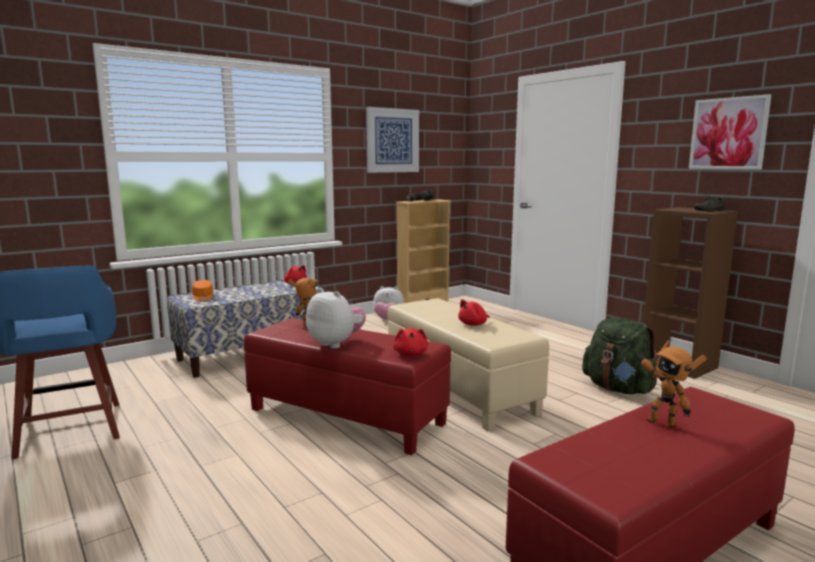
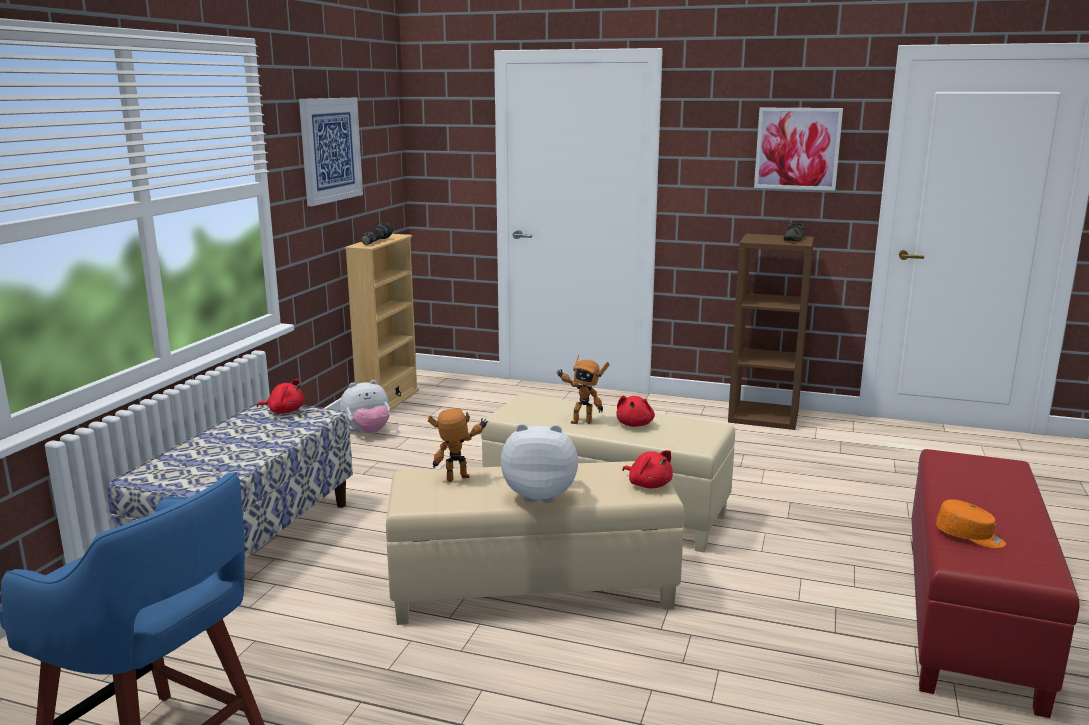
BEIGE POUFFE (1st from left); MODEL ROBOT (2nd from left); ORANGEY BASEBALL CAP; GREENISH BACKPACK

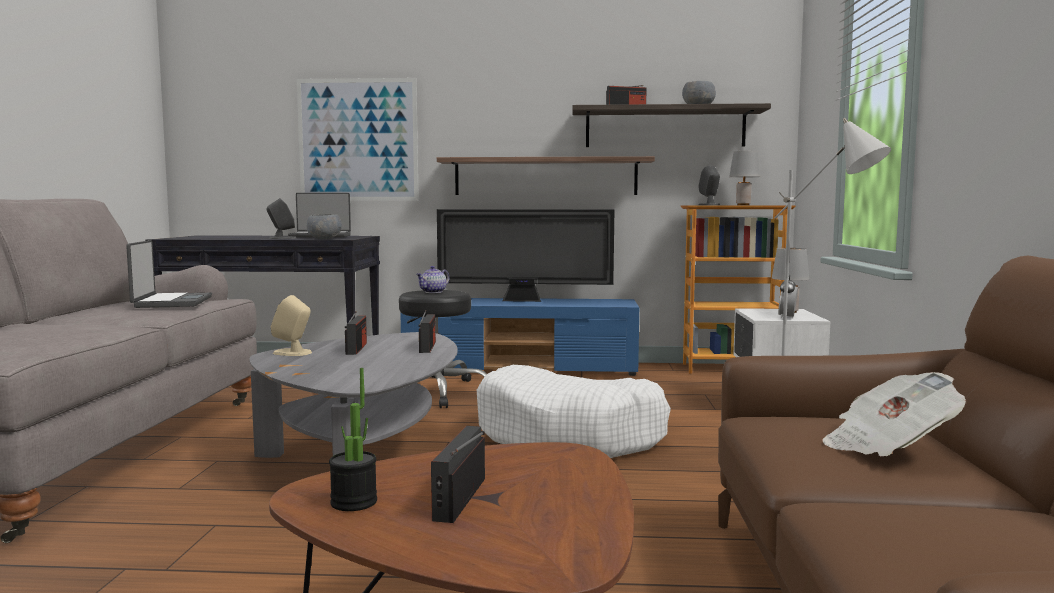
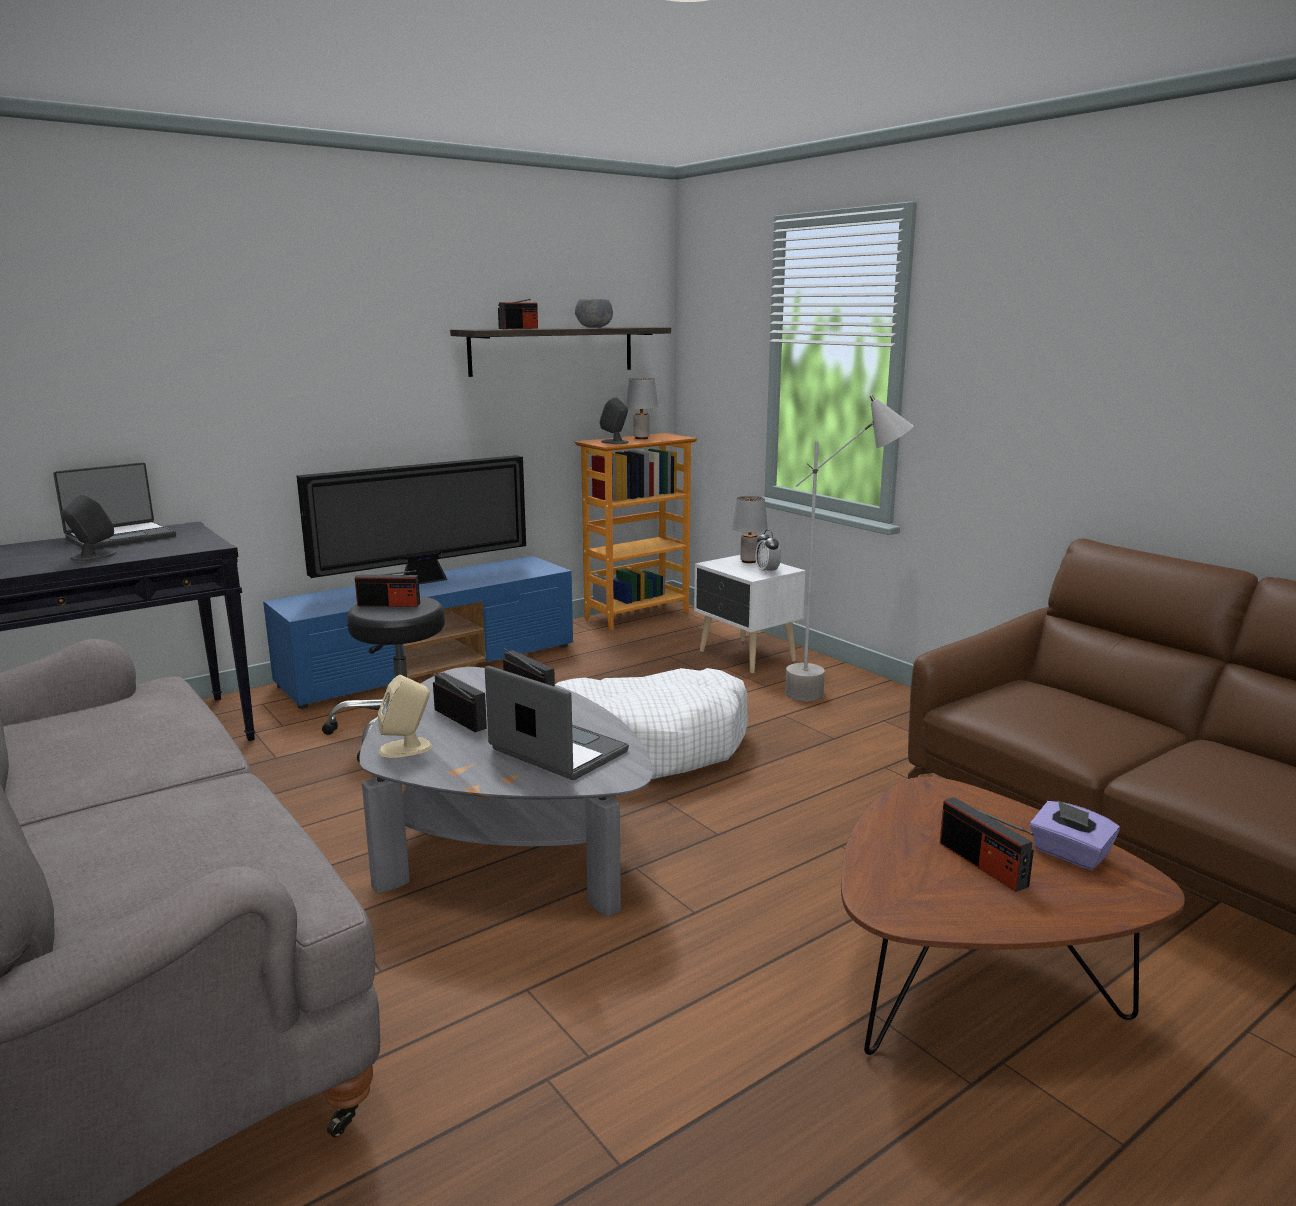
RADIO SET (1st from left); NOTEBOOK COMPUTER (2nd from left); PURPLE-COLOURED BOX OF TISSUES; WALL PICTURE; GRAY BOWL (1st from left in the first image); POTTED PLANT; BRACKET SHELF (1st from left in the first image); PRINTED PAPER

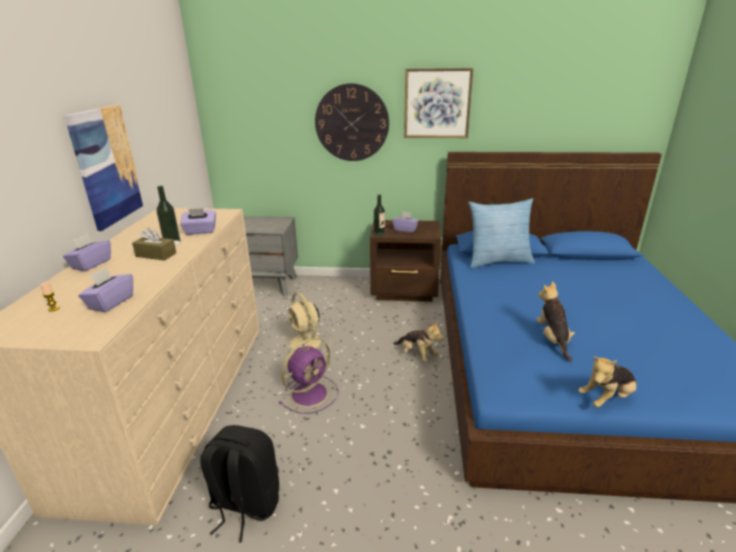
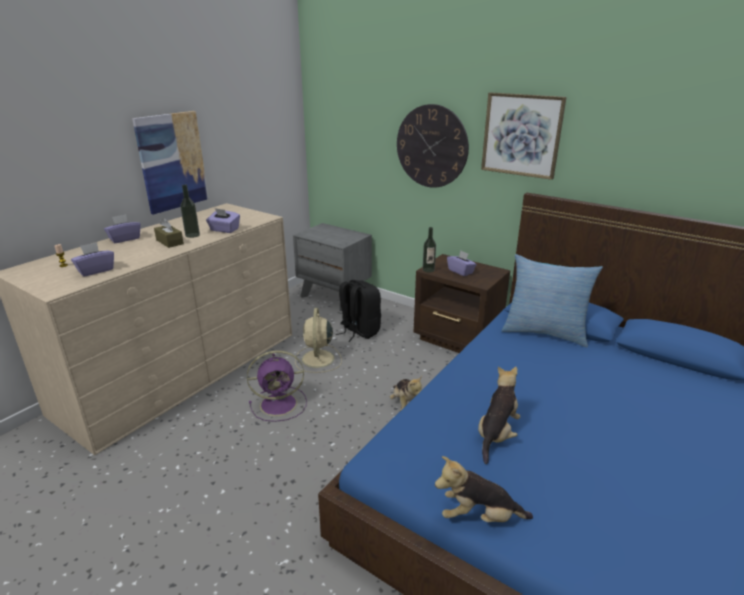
BLACK BACKPACK

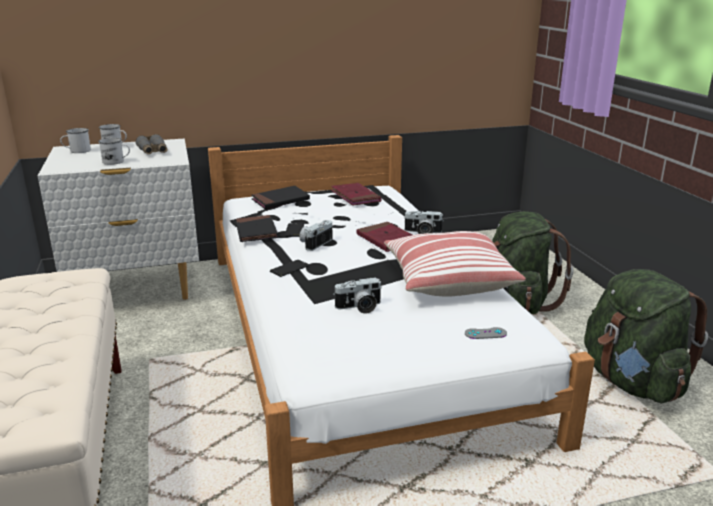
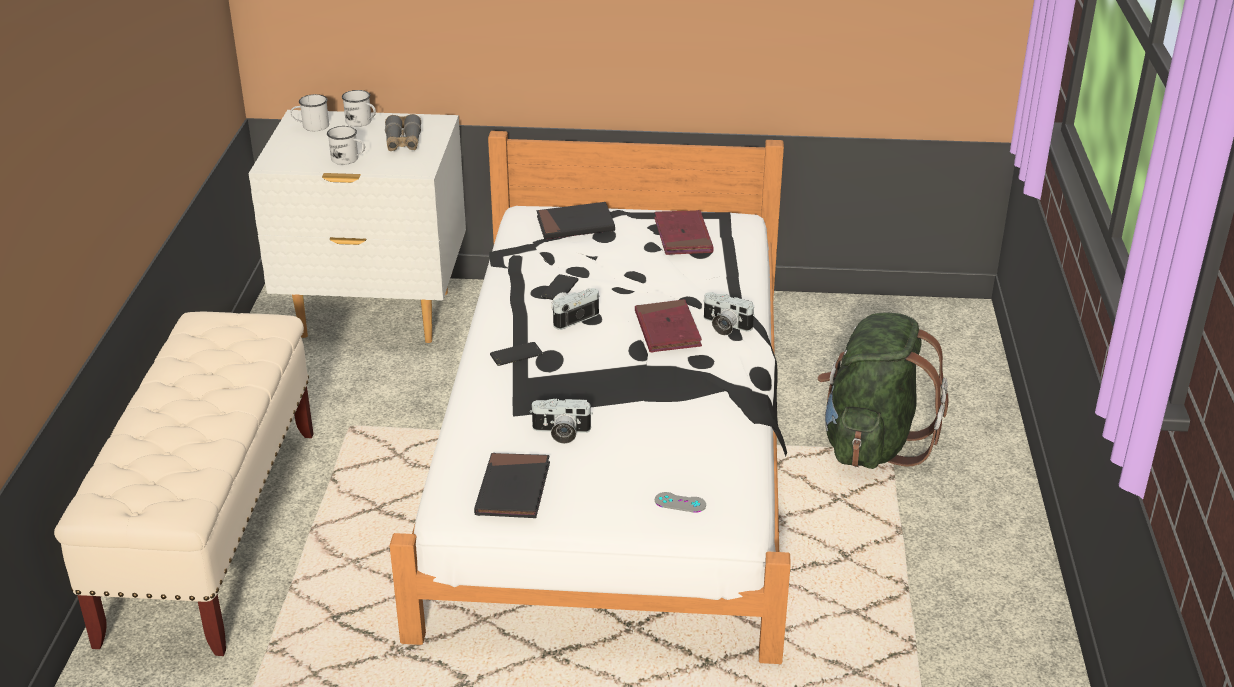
BLACK BOOK (1st from left); THROW PILLOW; GREENISH BACKPACK (2nd from left in the first image)

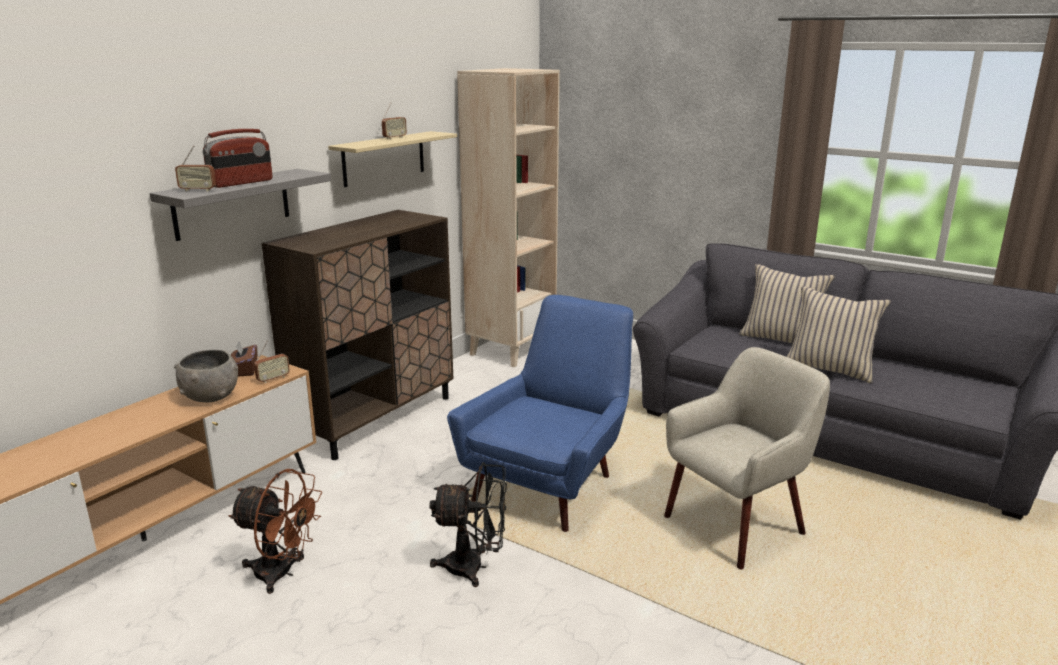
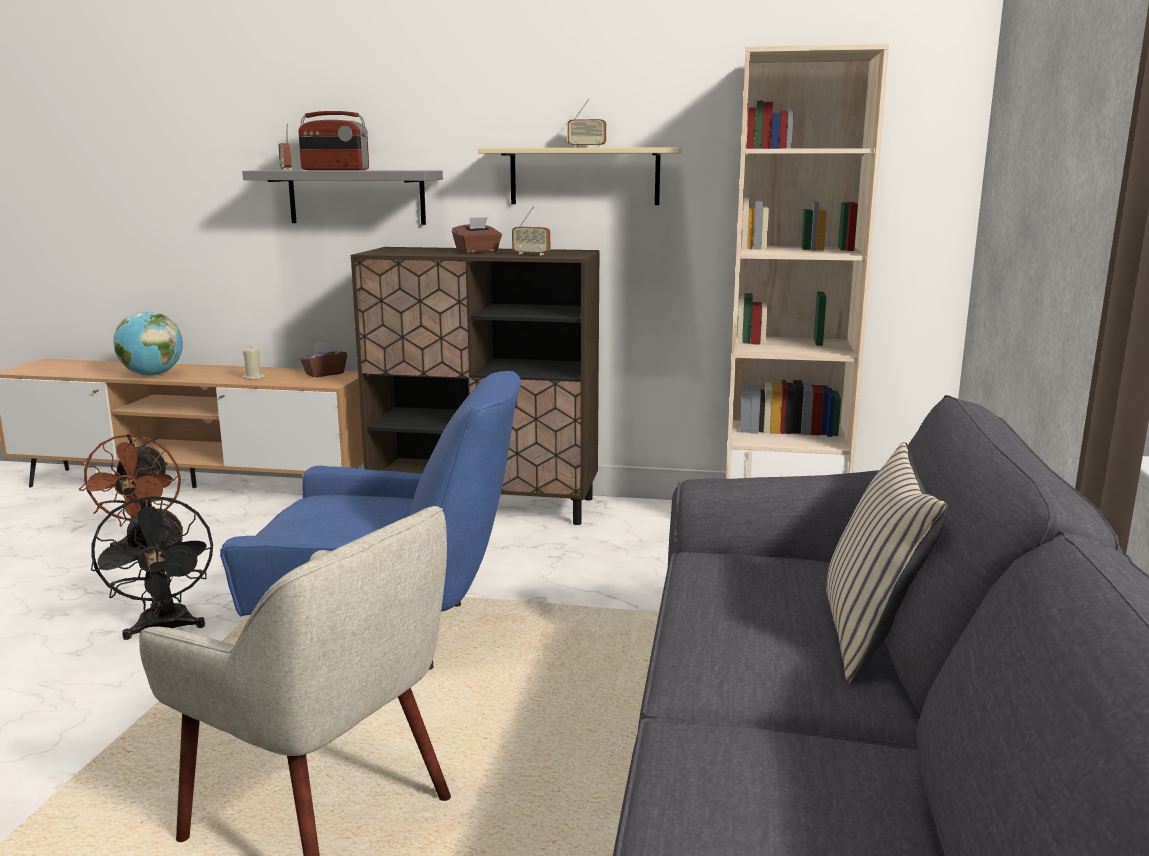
DESK GLOBE; BEIGE CANDLE; BROWNISH BOX OF TISSUES (2nd from left); RADIO SET (3rd from left); BEIGE THROW PILLOW (2nd from left in the first image)

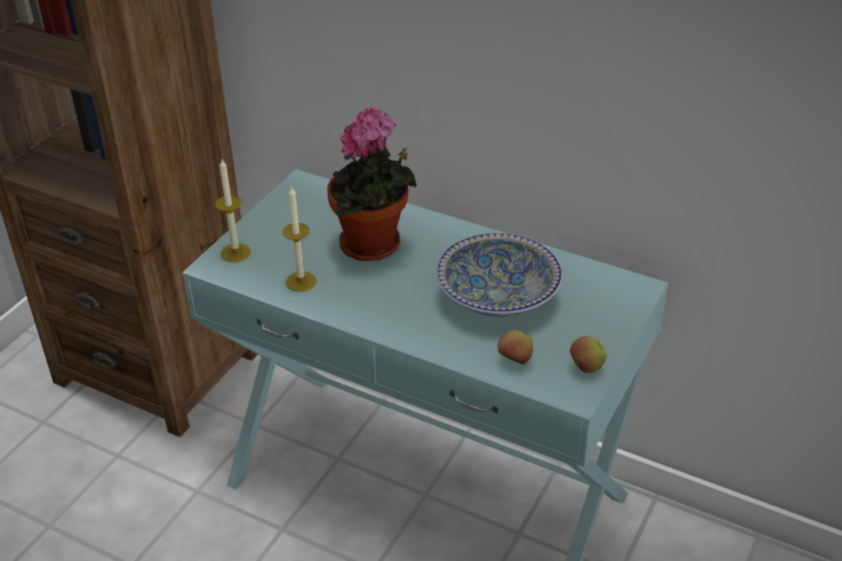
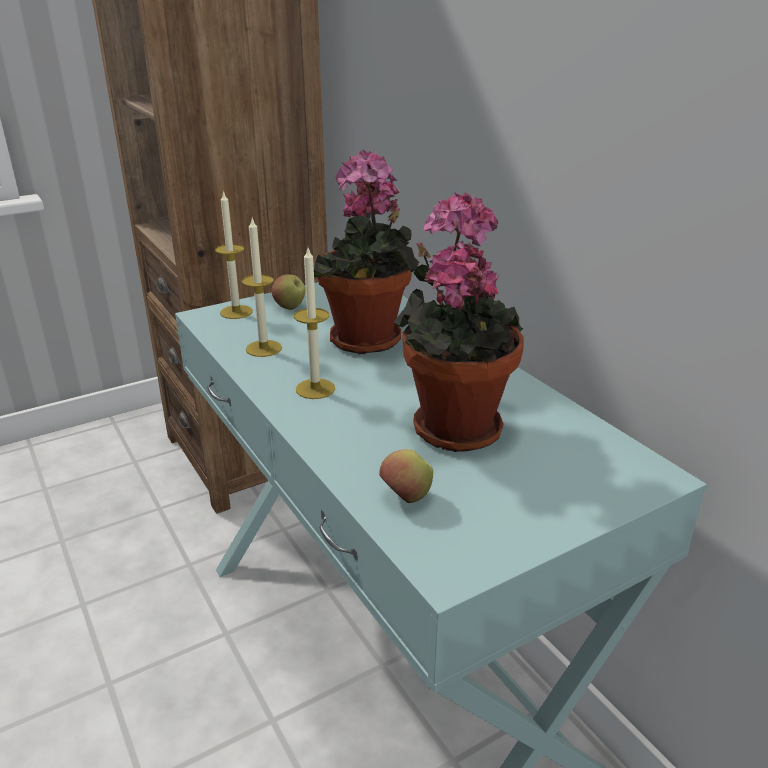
APPLE (1st from left); CANDLE (3rd from left); POTTED PLANT (2nd from left)

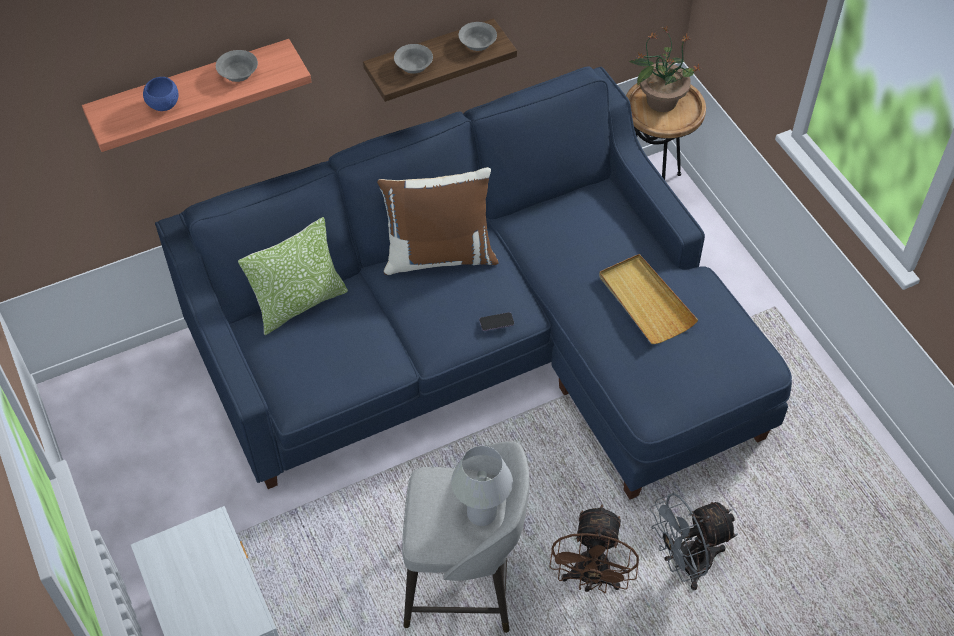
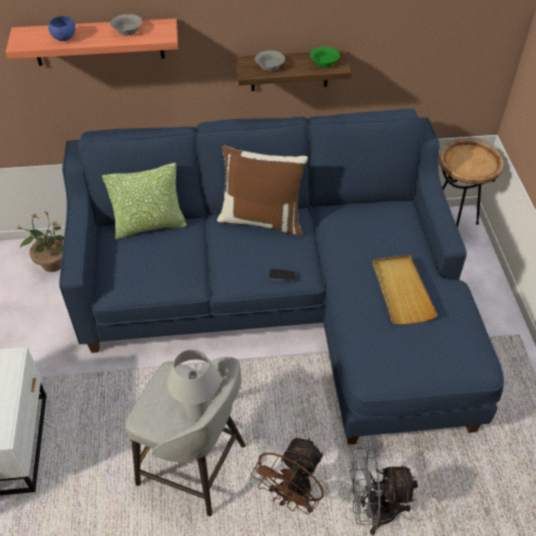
POTTED PLANT; GREENISH BOWL

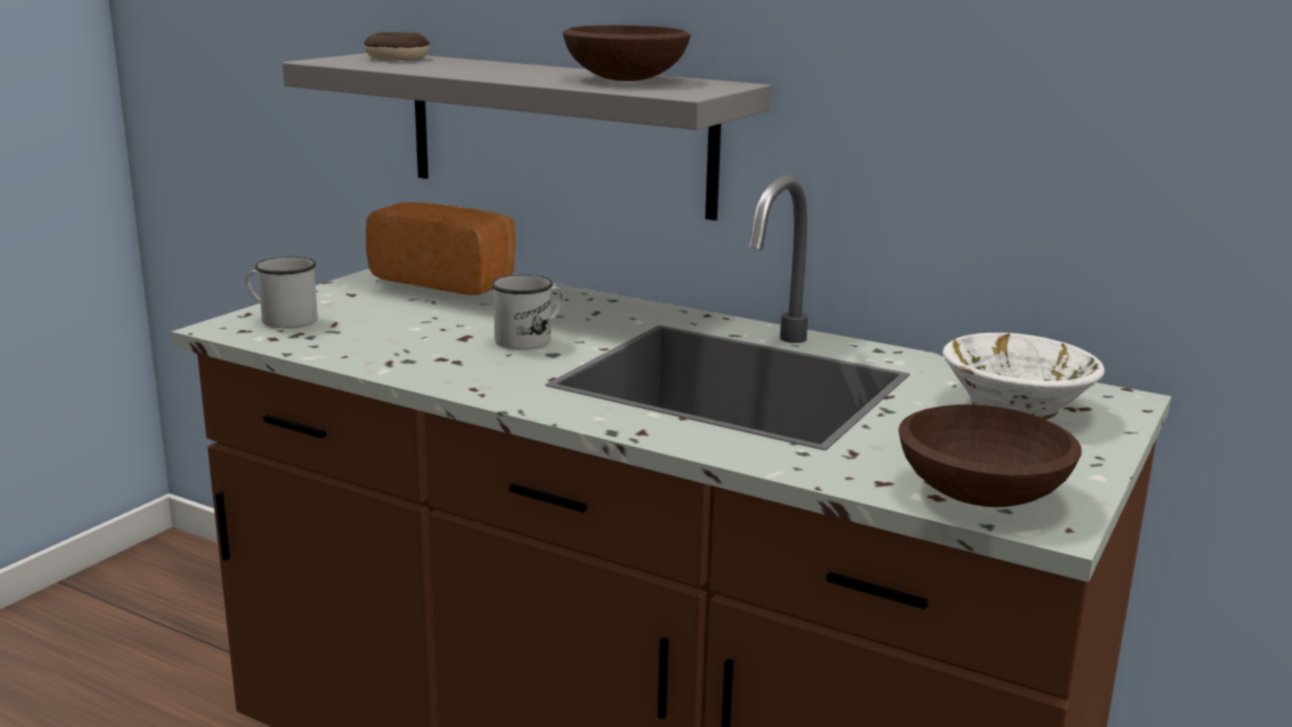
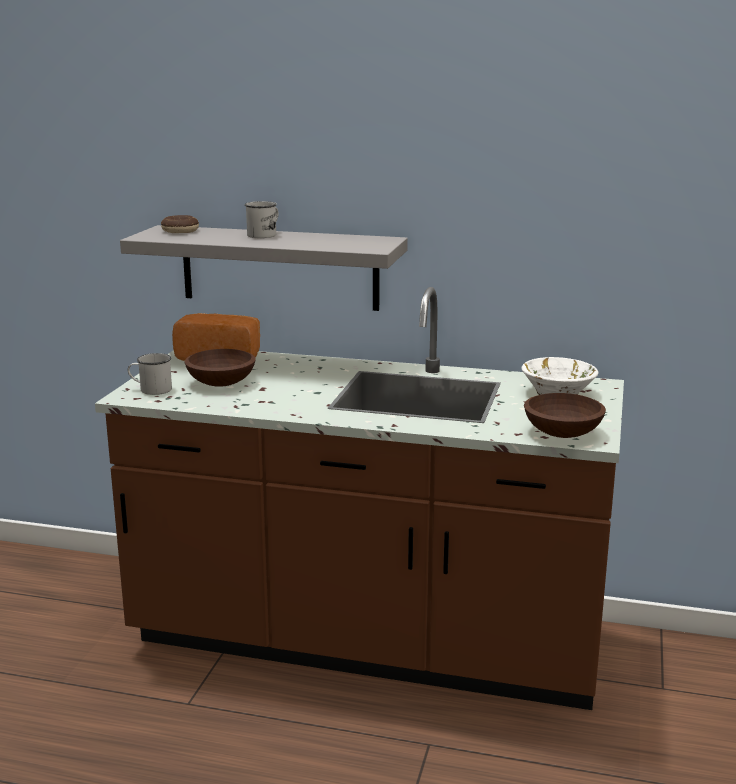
BROWNISH BOWL (1st from left); WHITISH MUG (2nd from left)

